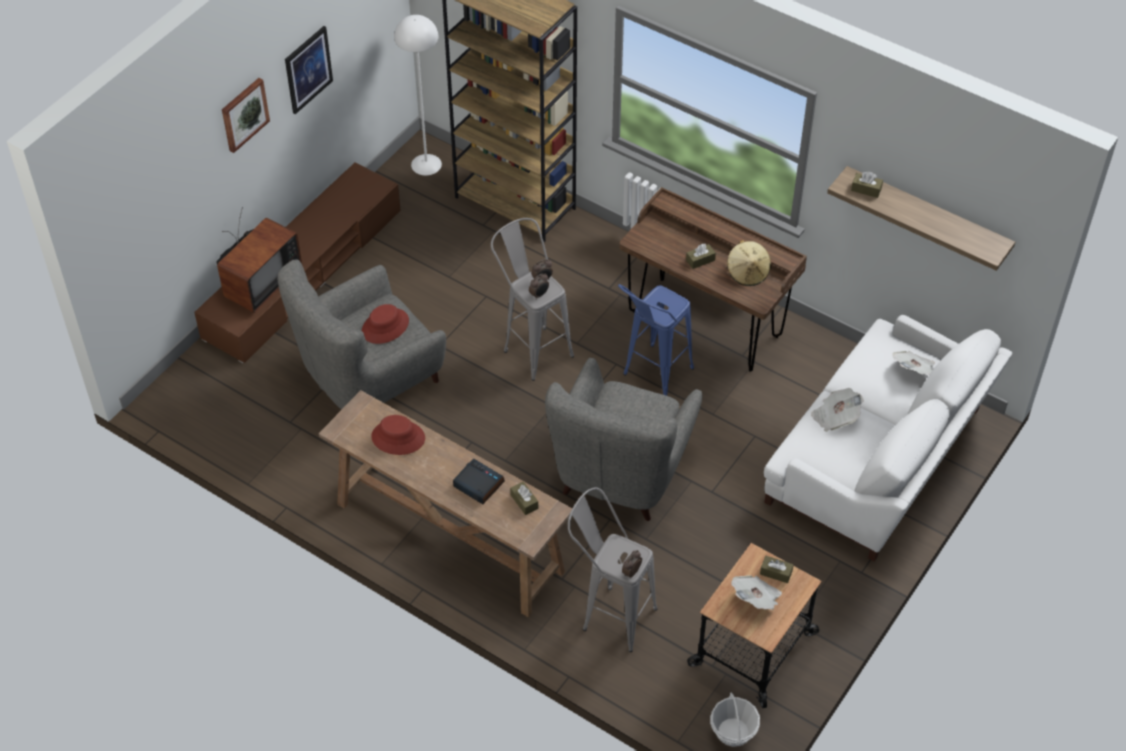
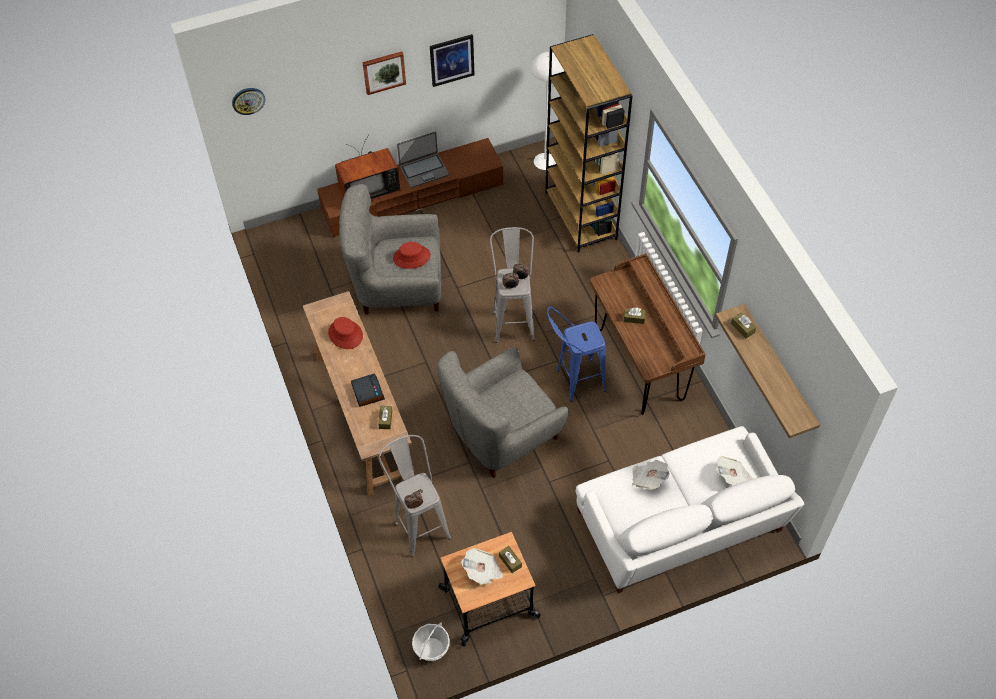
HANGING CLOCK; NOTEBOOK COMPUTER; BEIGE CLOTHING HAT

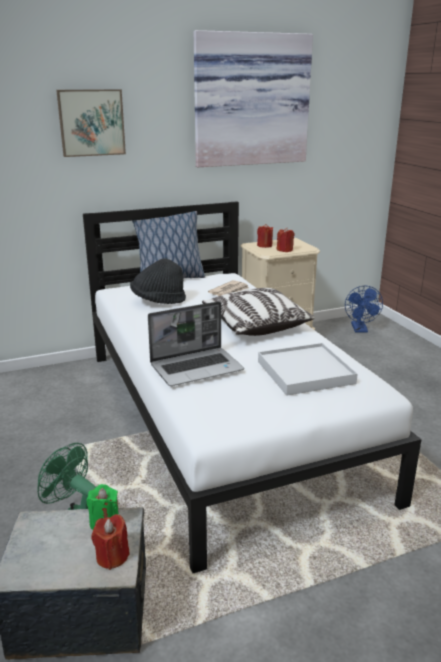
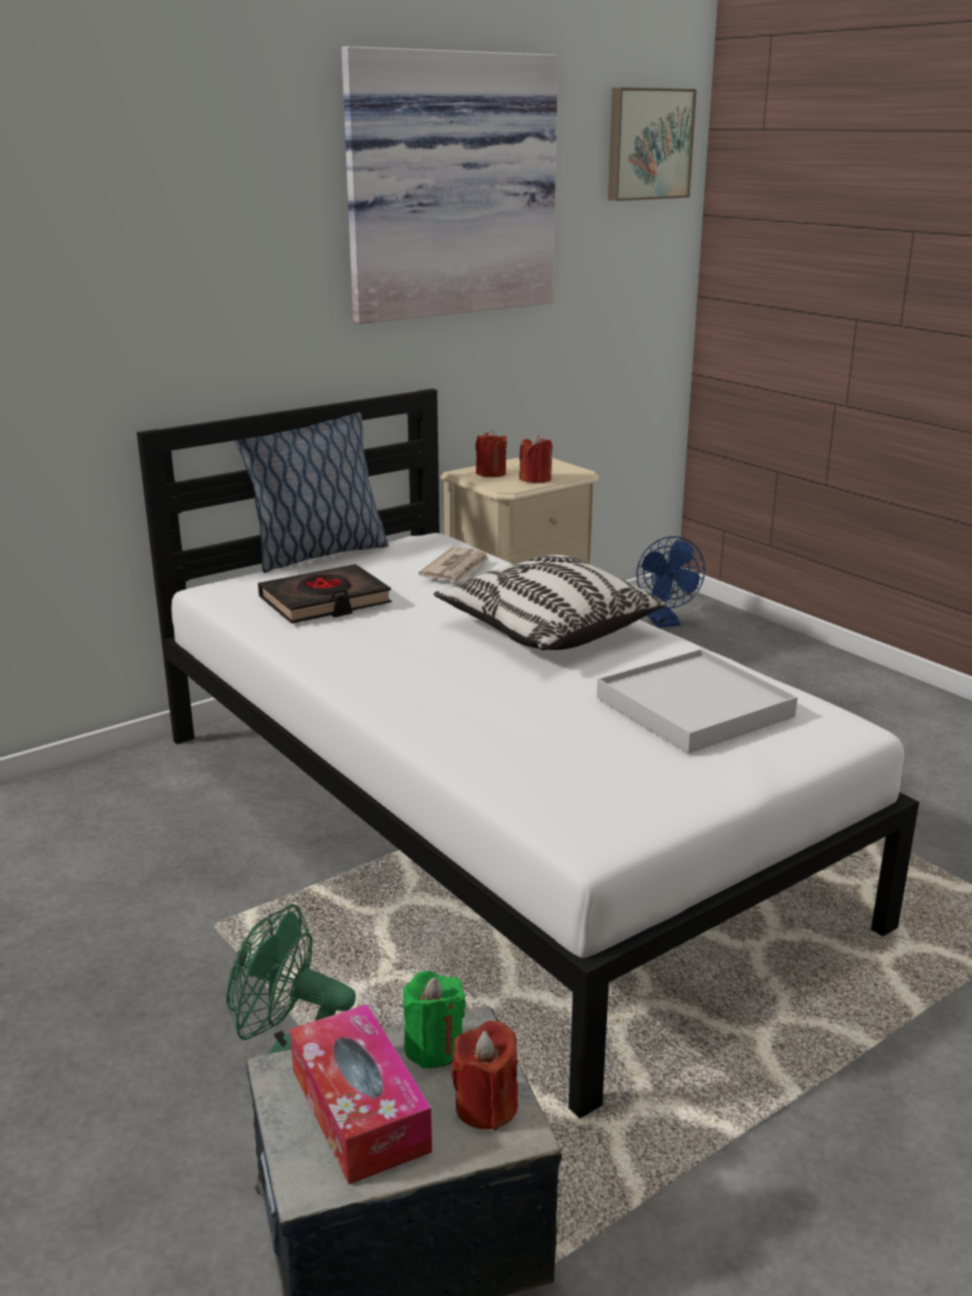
BLACK BOOK; BOX OF TISSUES; WALL PICTURE (2nd from left); NOTEBOOK COMPUTER

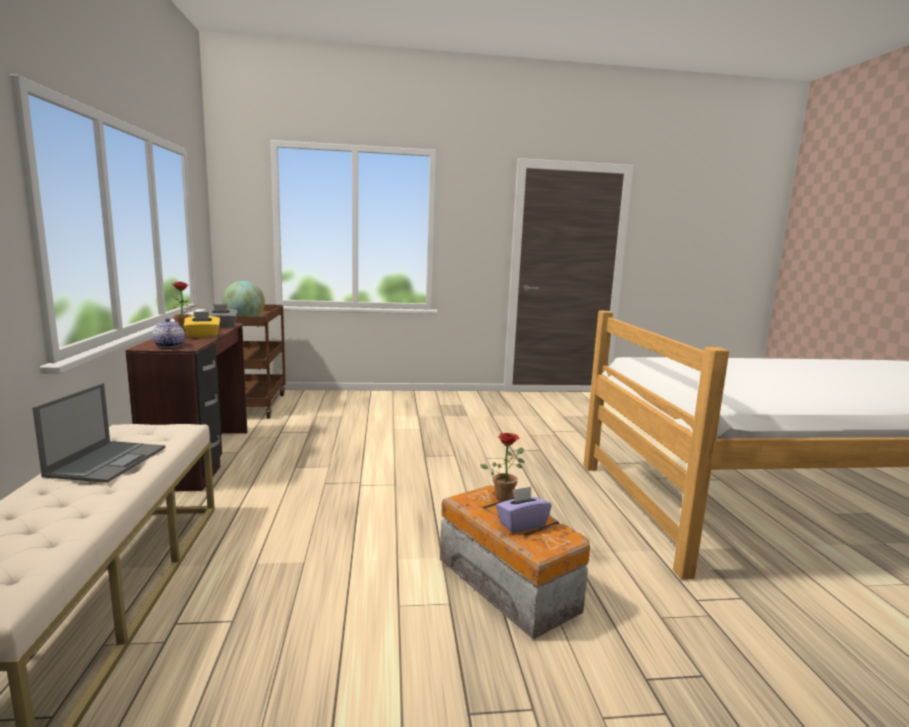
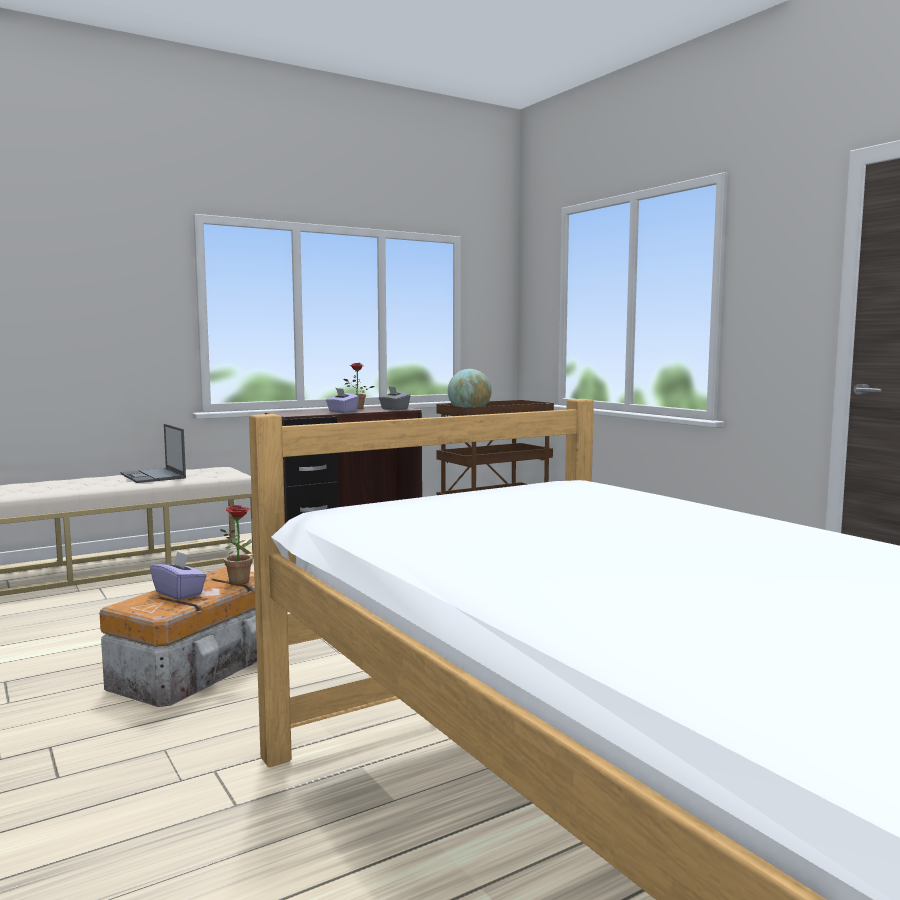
NOTEBOOK COMPUTER; PURPLE-COLOURED BOX OF TISSUES (2nd from left); TEAPOT

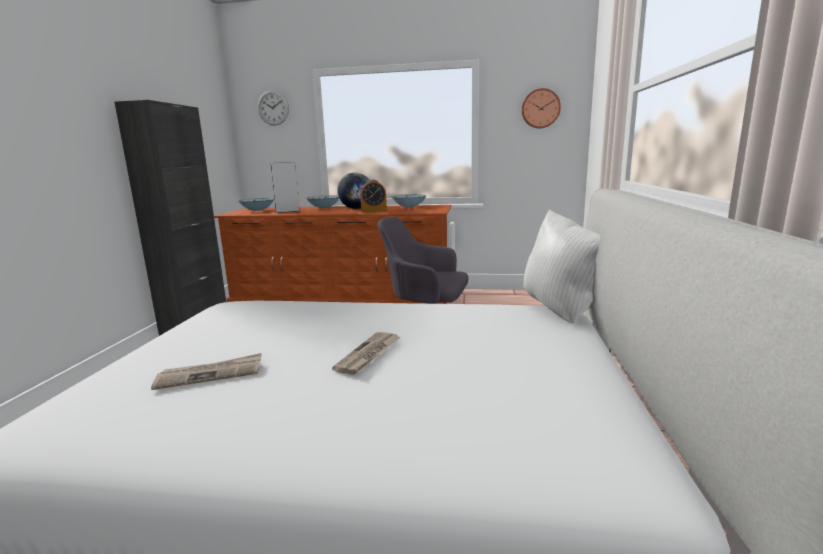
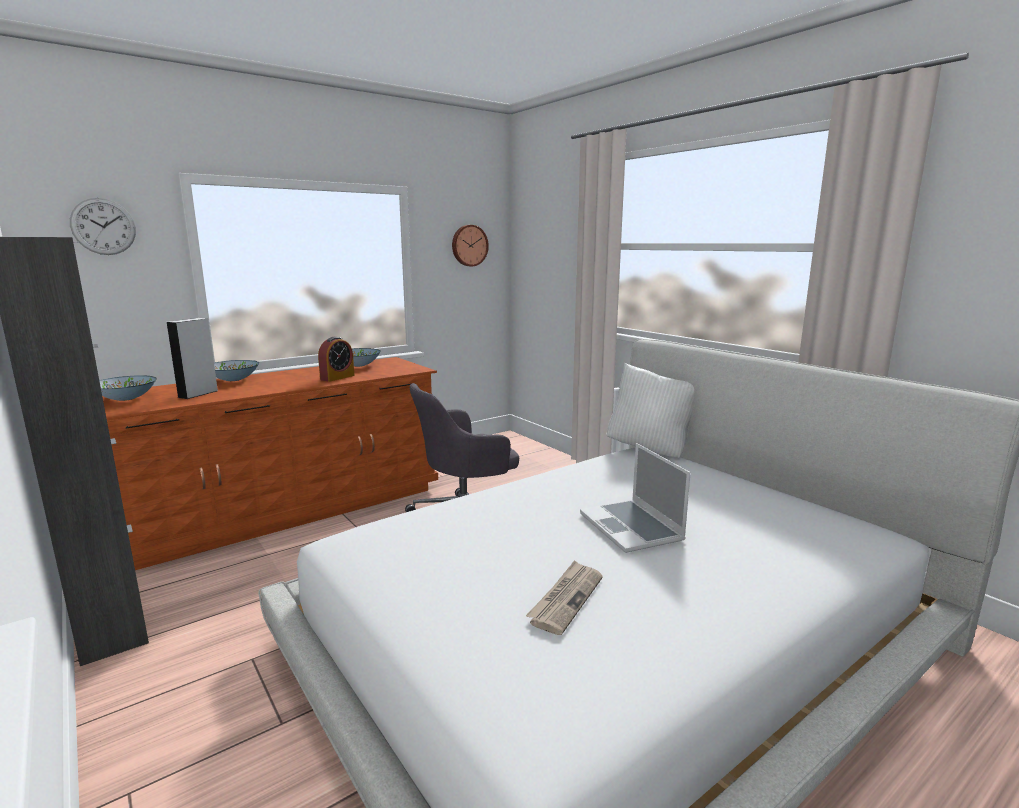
NOTEBOOK COMPUTER; DESK GLOBE

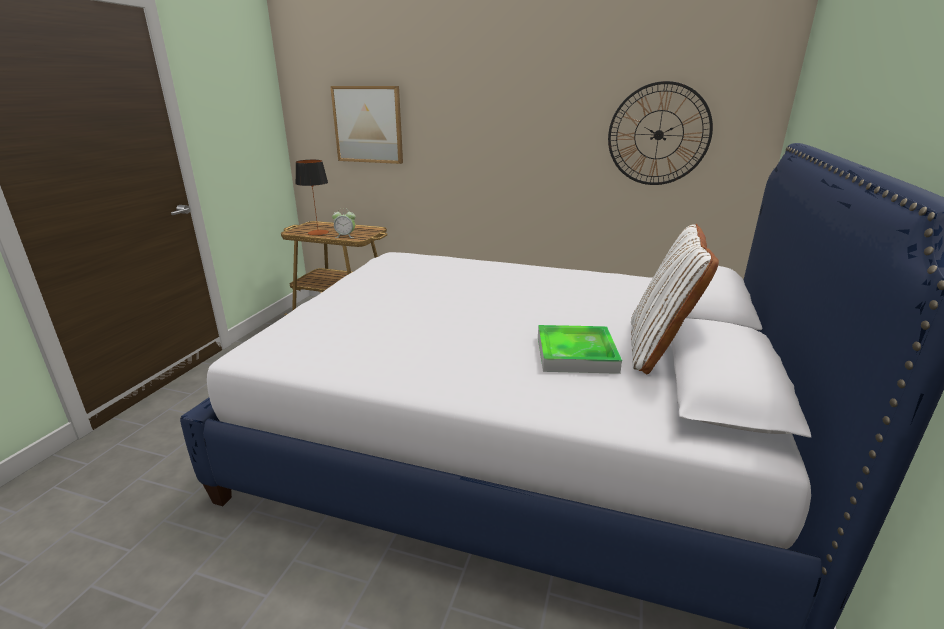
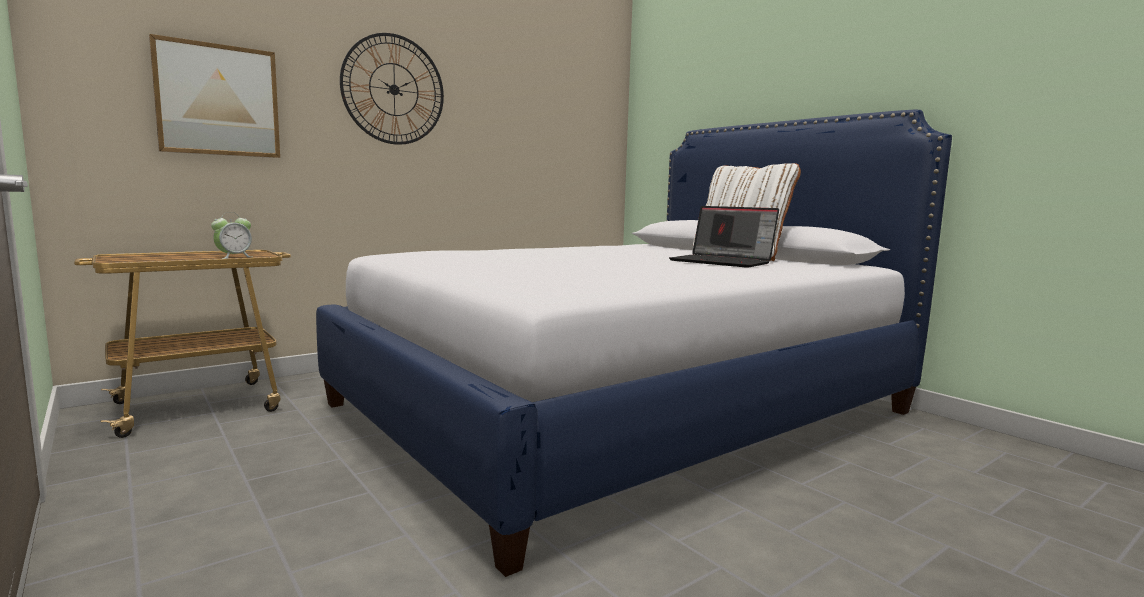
HANGING CLOCK; NOTEBOOK COMPUTER; LAMP FOR A TABLE

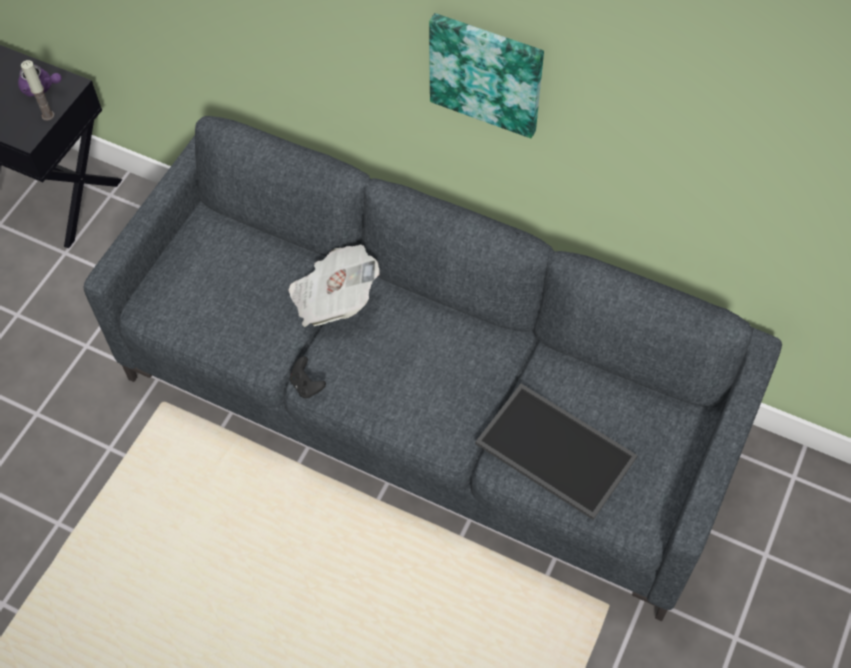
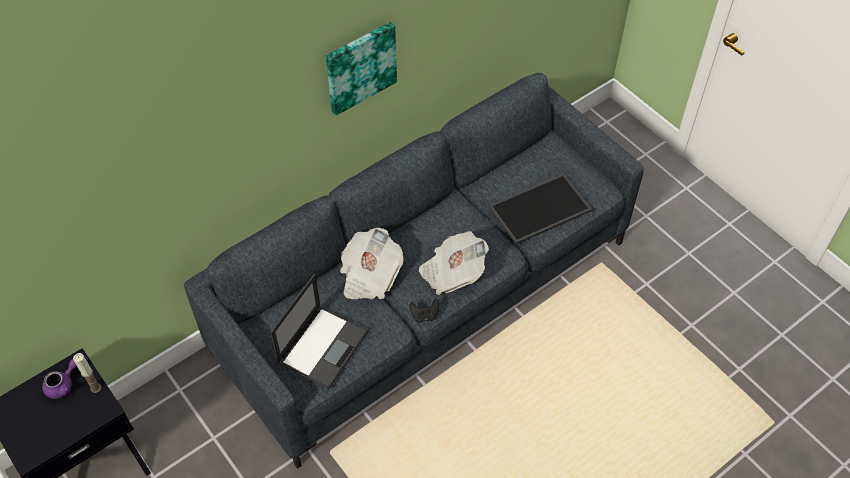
NOTEBOOK COMPUTER; PRINTED PAPER (2nd from left)

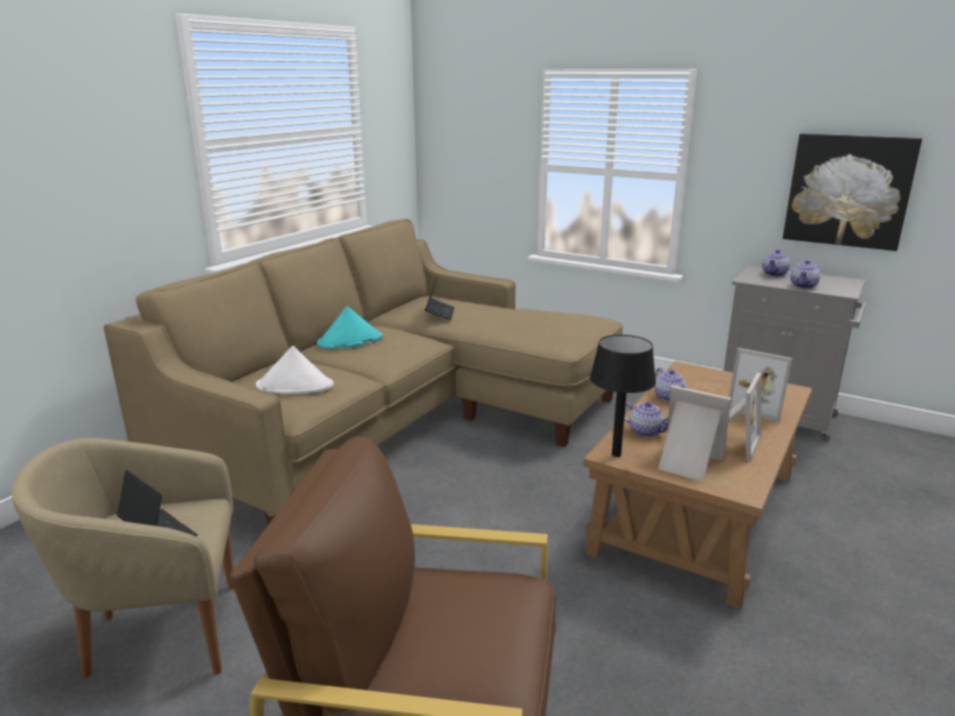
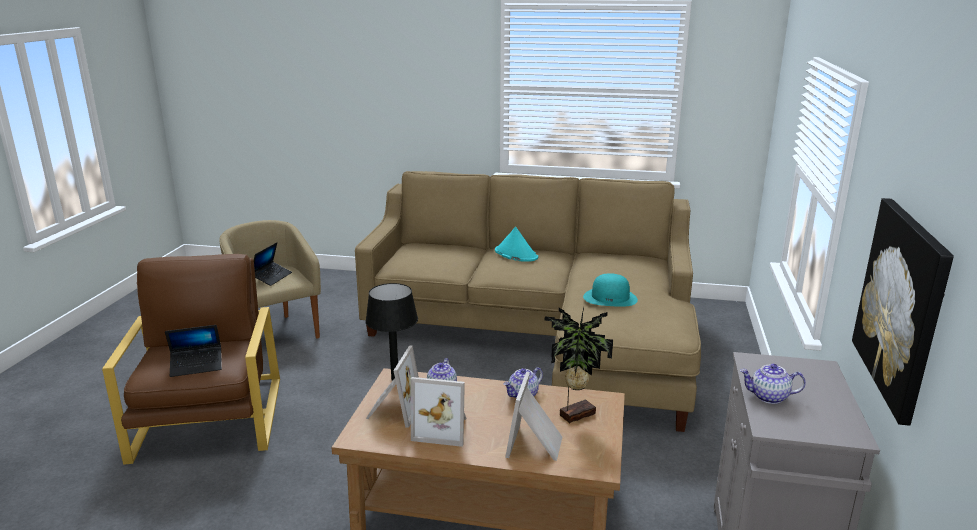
NOTEBOOK COMPUTER (1st from left); POTTED PLANT; TURQUOISE-COLOURED CLOTHING HAT (2nd from left); WHITISH CLOTHING HAT; TEAPOT (3rd from left in the first image)

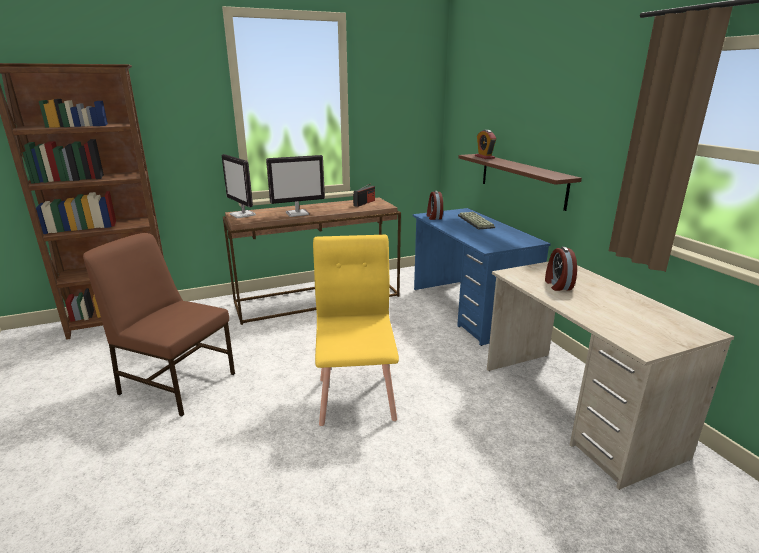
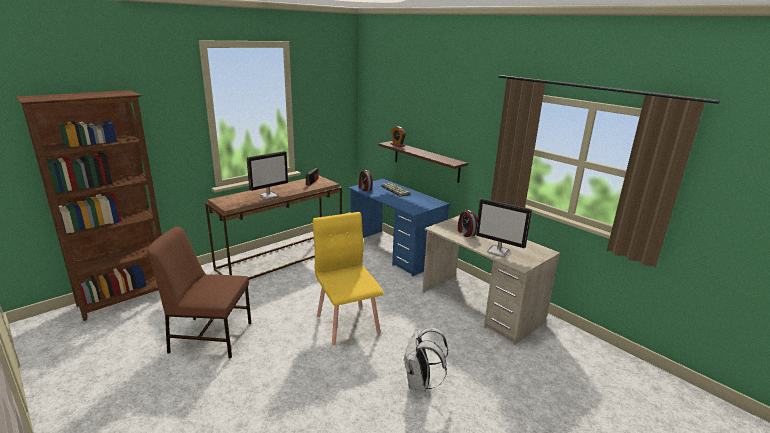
WHITISH BACKPACK; MONITOR (2nd from left)

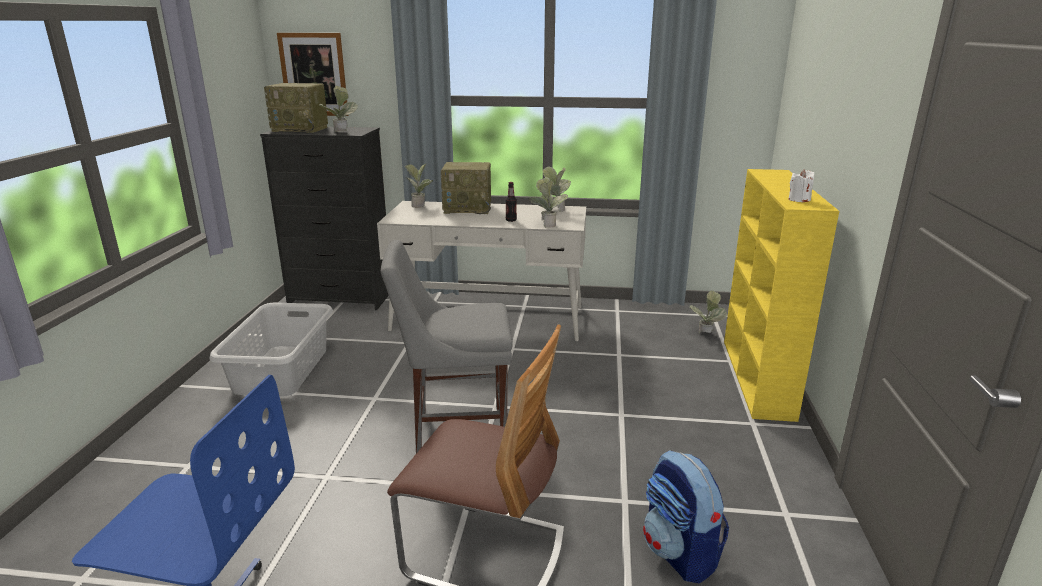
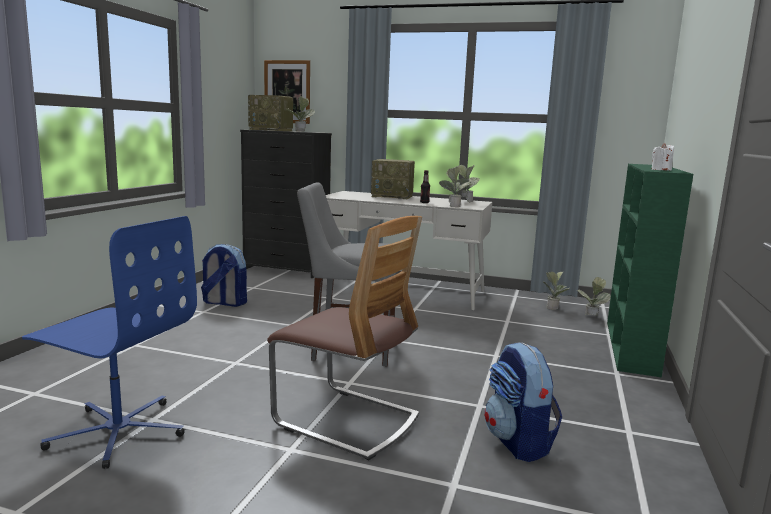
BACKPACK (1st from left); POTTED PLANT (4th from left); GREENISH BOOKSHELF

